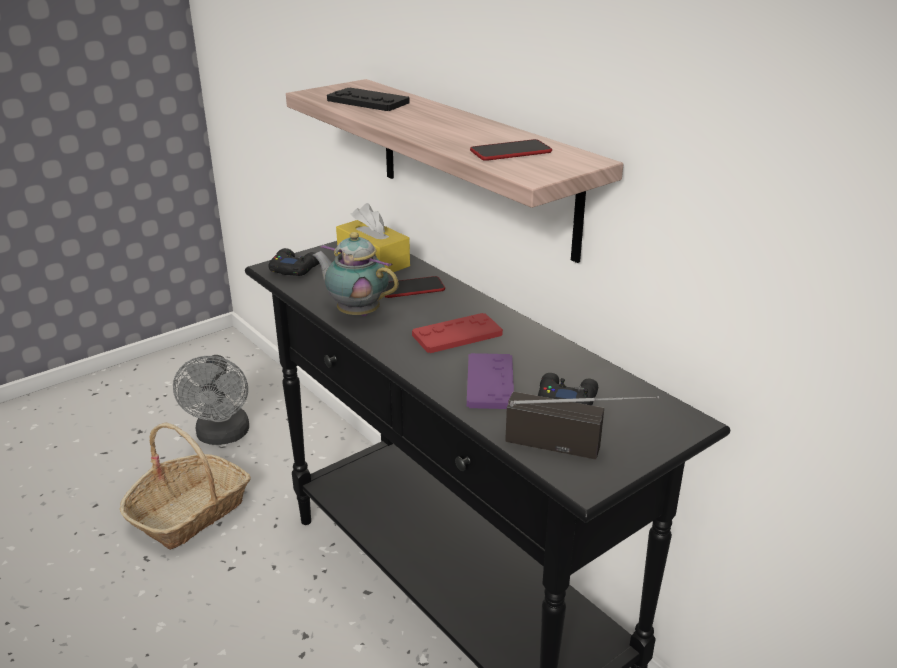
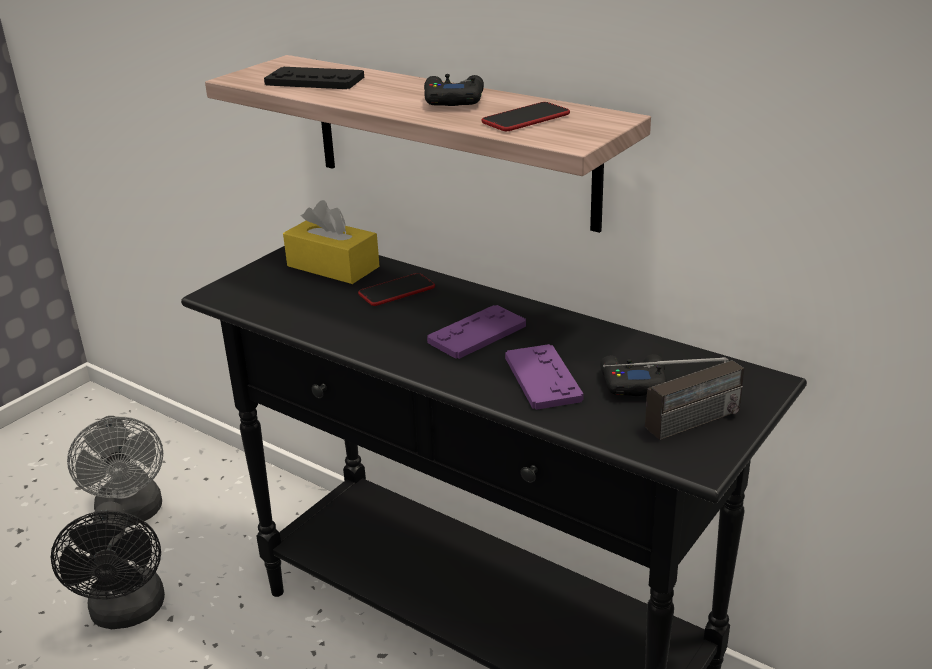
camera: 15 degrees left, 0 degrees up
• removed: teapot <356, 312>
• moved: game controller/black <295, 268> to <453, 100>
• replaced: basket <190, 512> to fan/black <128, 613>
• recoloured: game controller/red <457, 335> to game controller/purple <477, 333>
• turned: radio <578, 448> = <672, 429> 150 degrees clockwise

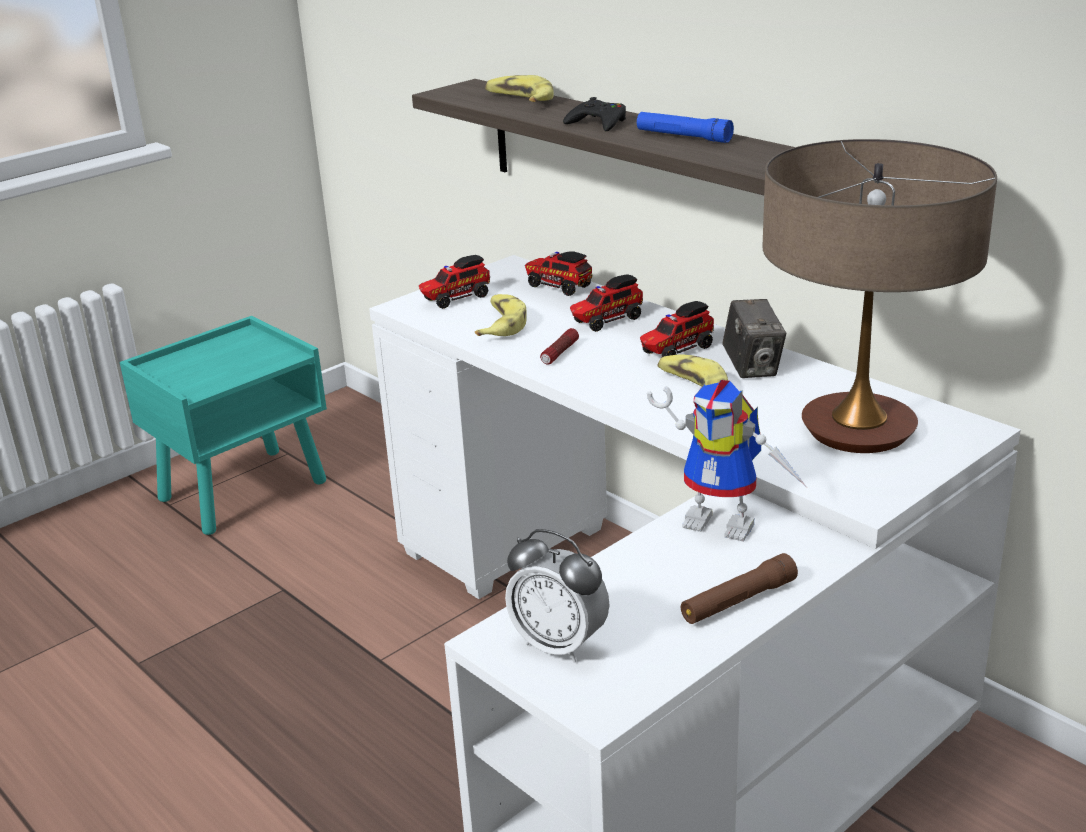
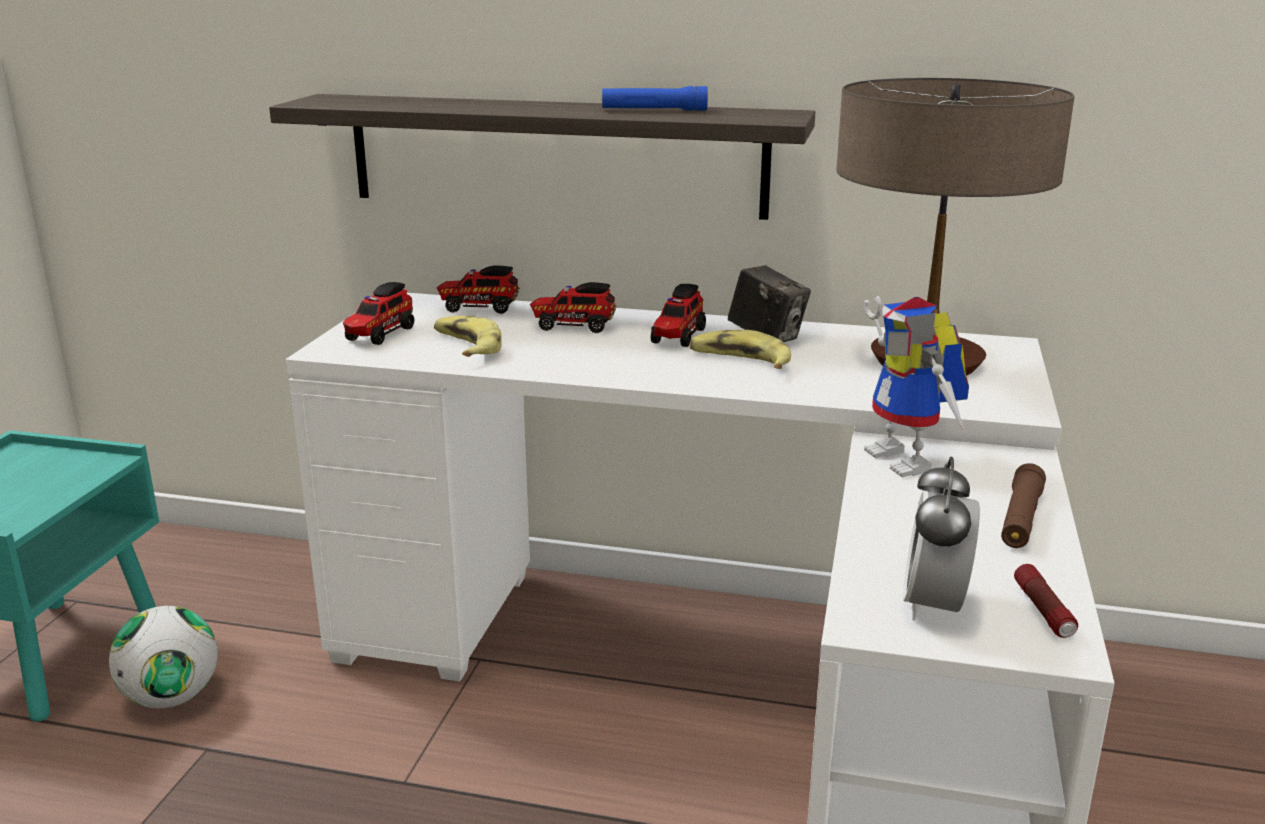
camera: 35 degrees left, 5 degrees down
• removed: banana <519, 100>
• removed: game controller/black <598, 123>
• added: football <172, 698>
• moved: flashlight <559, 353> to <1043, 611>
• turned: alarm clock <559, 644> = <933, 605> 105 degrees clockwise
• turned: toy truck <606, 321> = <572, 326> 75 degrees clockwise
• turned: toy robot <727, 521> = <911, 461> 75 degrees clockwise

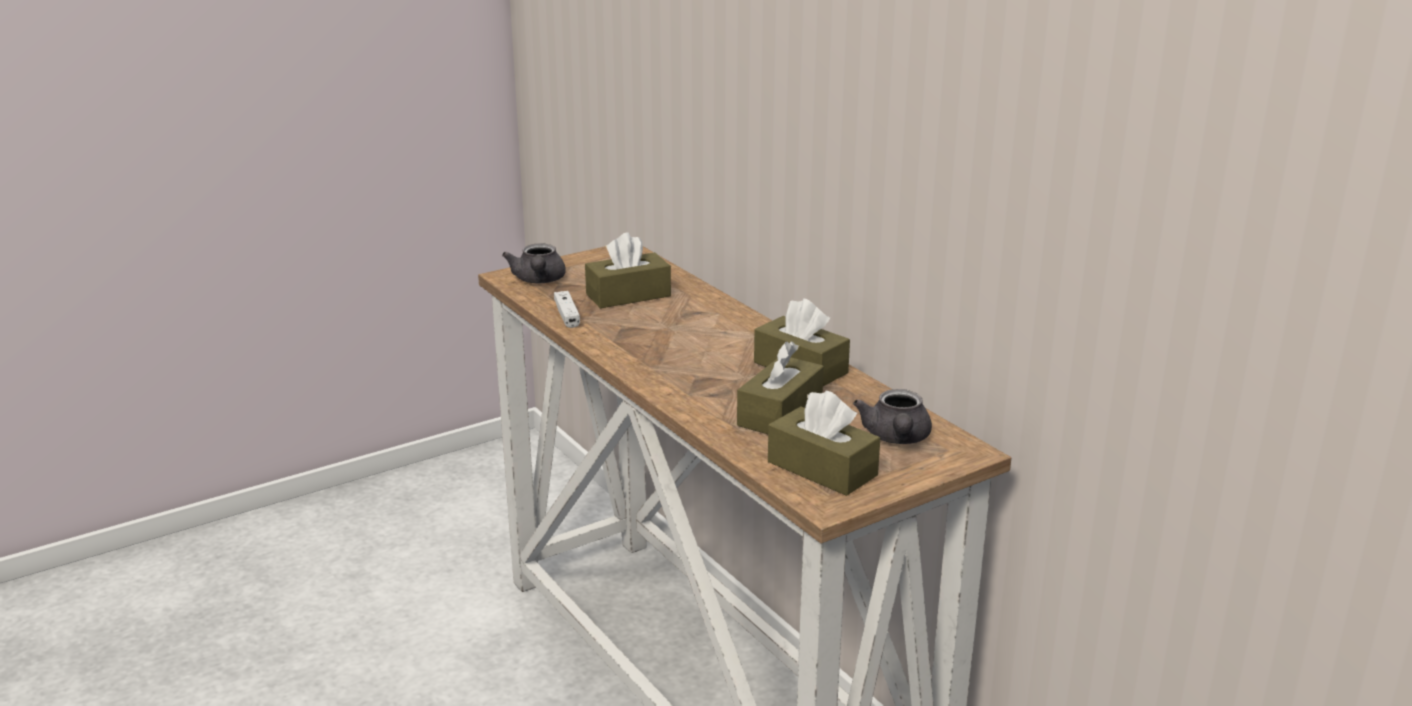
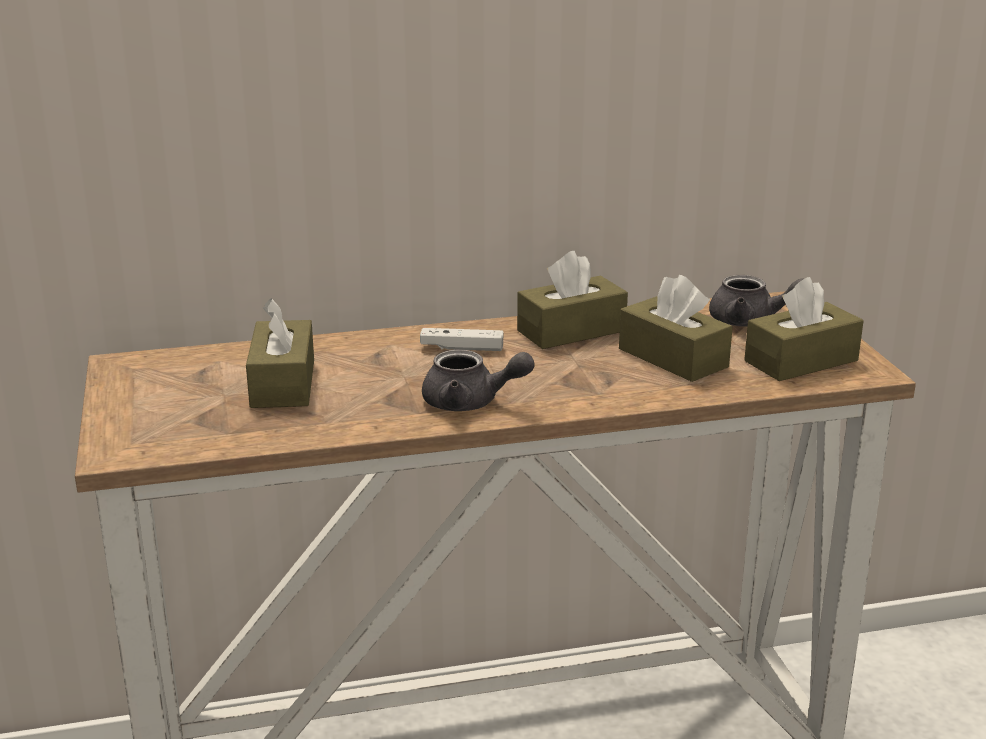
camera: 70 degrees left, 0 degrees up
• moved: teapot/grey <538, 281> to <470, 403>
• moved: game controller/white <567, 315> to <462, 348>

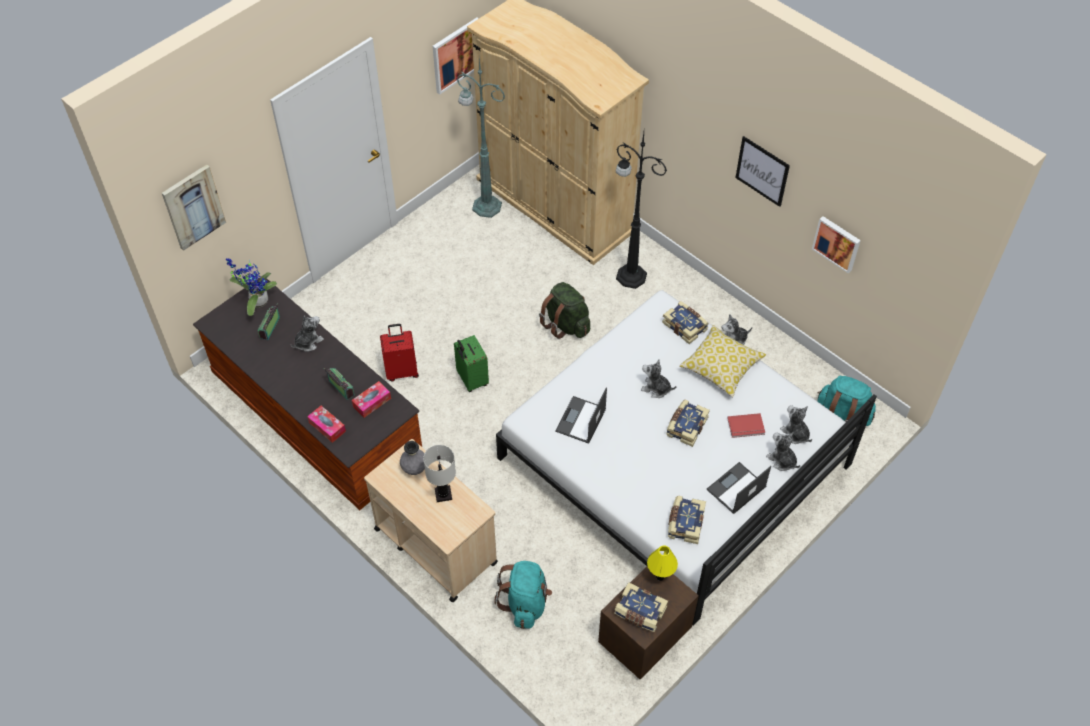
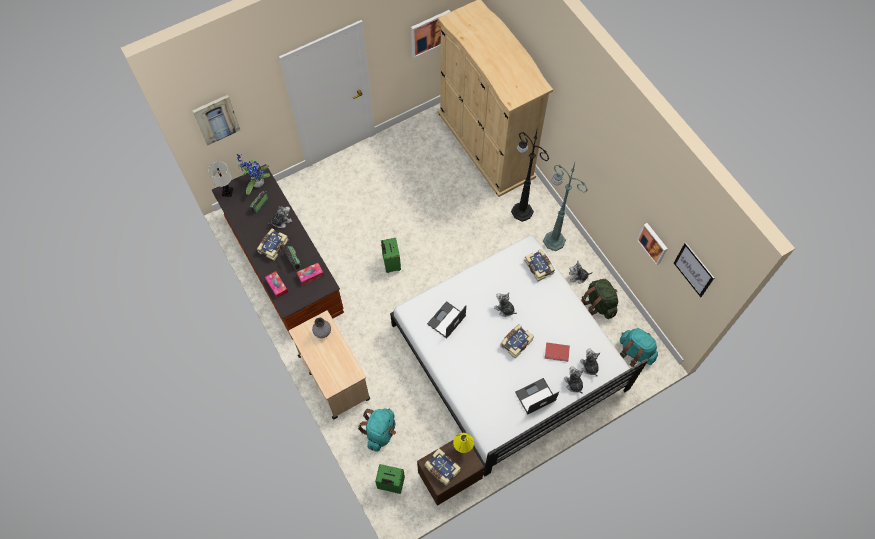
camera: 15 degrees right, 10 degrees up
• removed: suitcase/red <402, 371>
• removed: pillow <721, 367>
• added: suitcase/green <390, 484>
• moved: table lamp/white <443, 494> to <227, 192>
• moved: floor lamp/green <485, 206> to <553, 240>
• moved: backpack/green <566, 324> to <599, 304>
• moved: book <685, 523> to <273, 246>
• moved: picture <762, 171> to <693, 269>

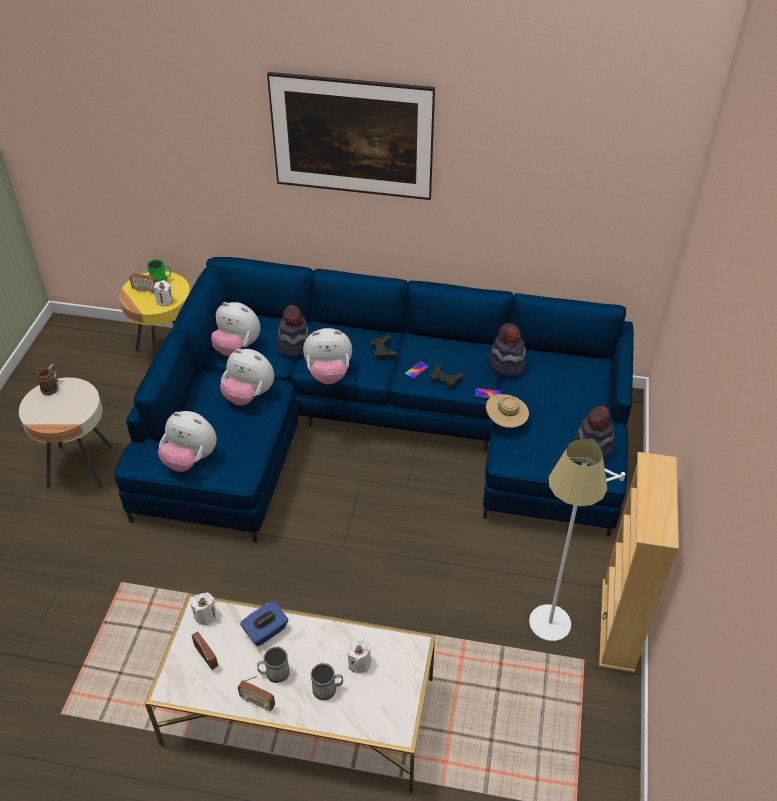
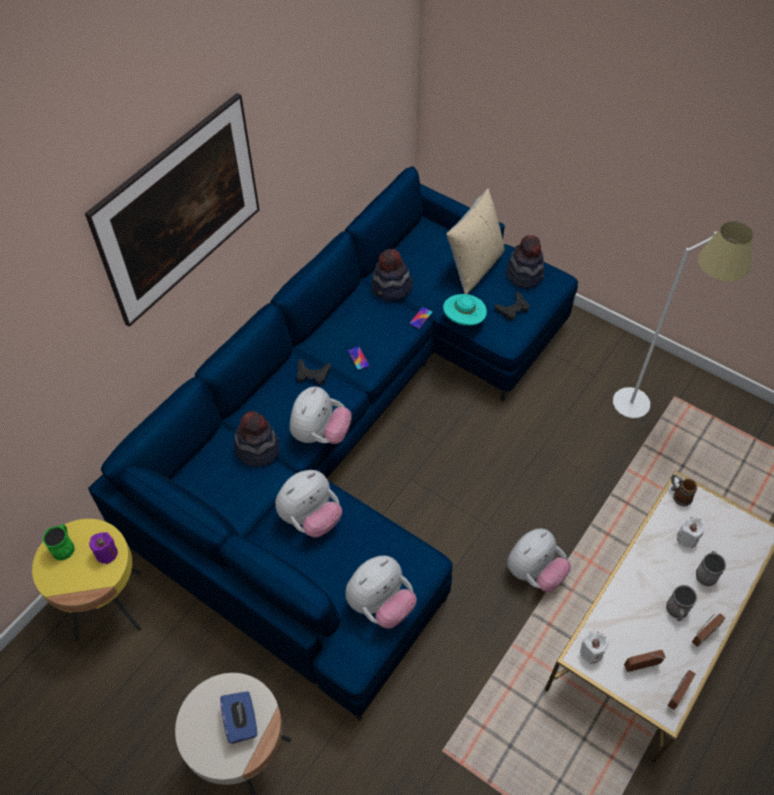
camera: 65 degrees left, 10 degrees up
• removed: bookcase/beige <618, 625>
• added: pillow/beige <474, 267>
• moved: mug <52, 387> to <678, 495>
• moved: radio <145, 290> to <677, 694>
• moved: plush toy <236, 347> to <534, 572>
• moved: tissue box/blue <266, 631> to <241, 722>
• moved: game controller/black <445, 379> to <513, 309>
• recoloured: candle/white <164, 301> to candle/purple <106, 553>
• recoloured: hat/beige <506, 422> to hat/turquoise <464, 320>

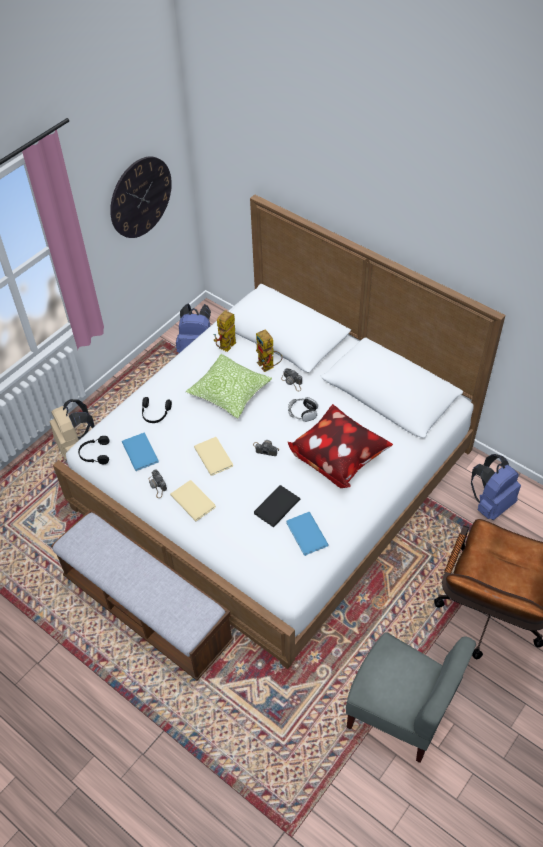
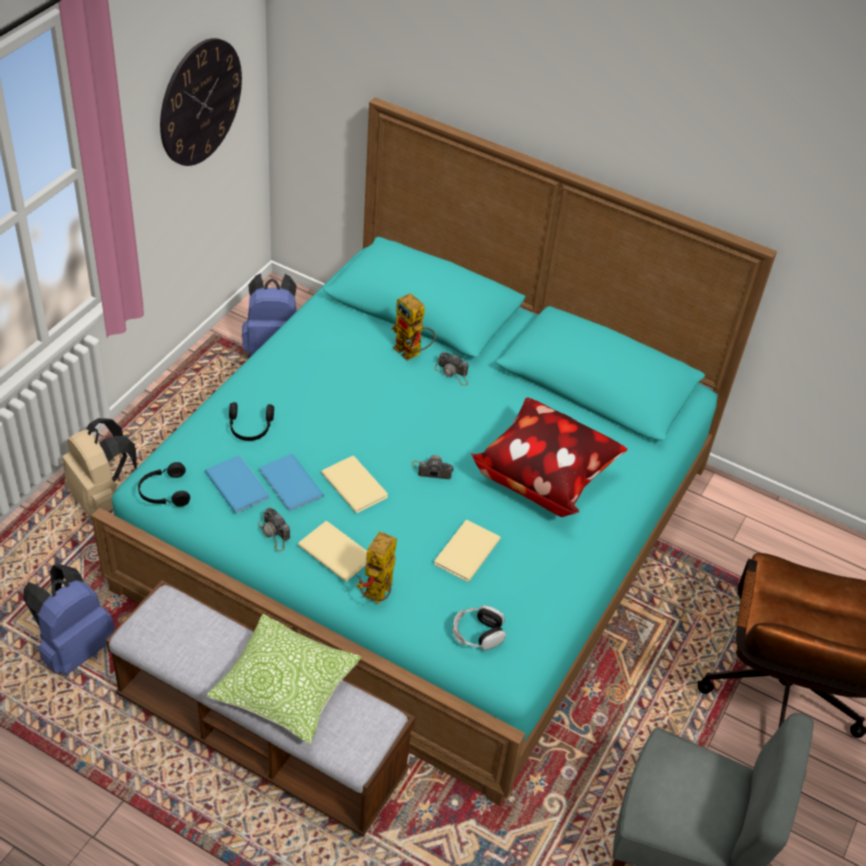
camera: 15 degrees left, 5 degrees down
• moved: pillow <229, 392> to <285, 688>
• moved: toy robot <226, 348> to <377, 597>
• moved: book/blue <306, 535> to <290, 485>
• moved: headphones <302, 413> to <478, 633>
• moved: backpack/blue <491, 504> to <74, 647>
• recoloured: bed/white <274, 477> to bed/turquoise <423, 524>
• recoloured: book/black <275, 506> to book/beige <464, 552>

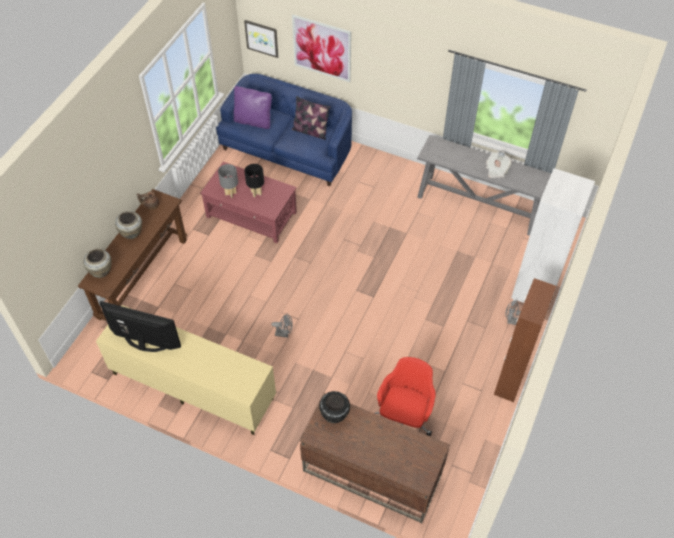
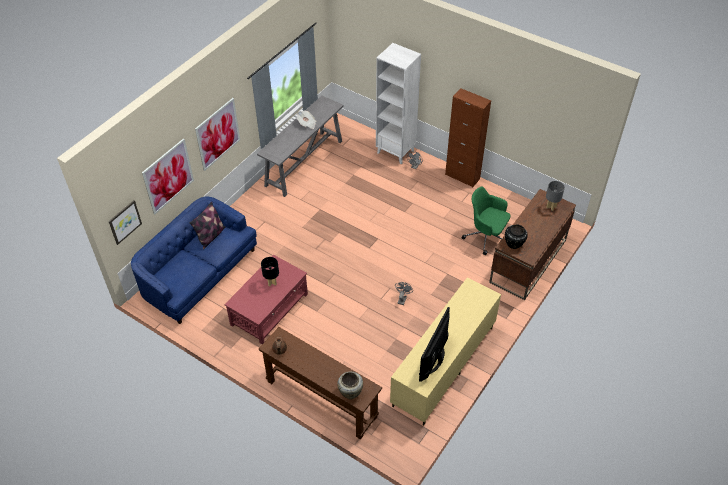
camera: 80 degrees left, 5 degrees down
• removed: vase/beige <132, 233>
• removed: pillow/purple <253, 121>
• added: picture <218, 134>
• moved: table lamp/grey <231, 193> to <551, 207>
• recoloured: office chair/red <404, 417> to office chair/green <486, 237>

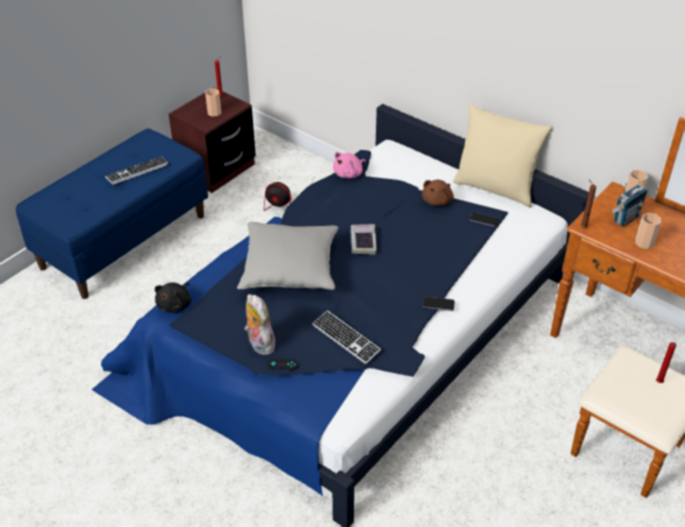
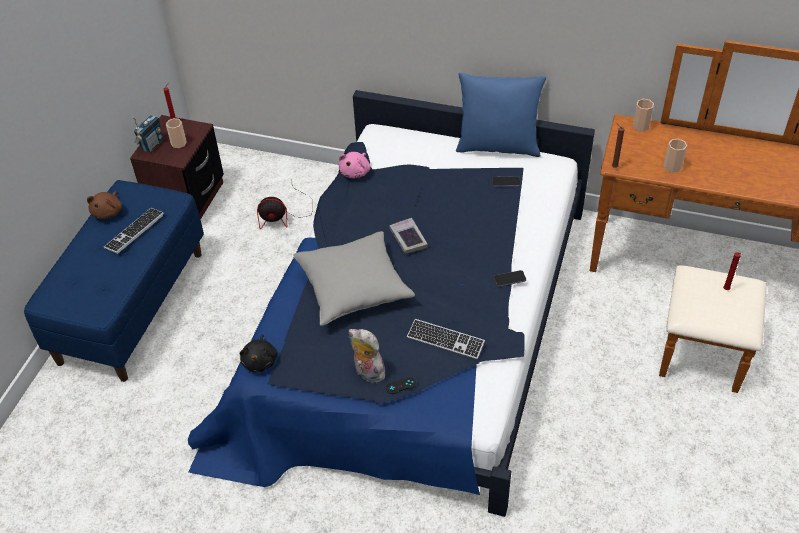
camera: 20 degrees left, 5 degrees up
• moved: plush toy/brown <438, 201> to <108, 212>
• moved: radio <625, 219> to <151, 145>
• recoloured: pillow/beige <495, 188> to pillow/blue <498, 146>

